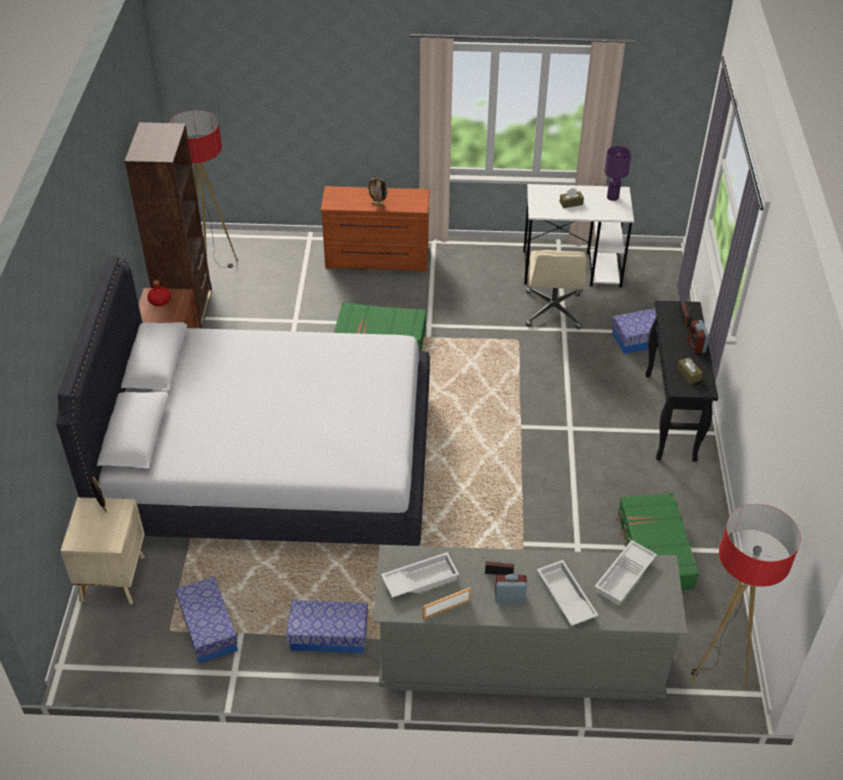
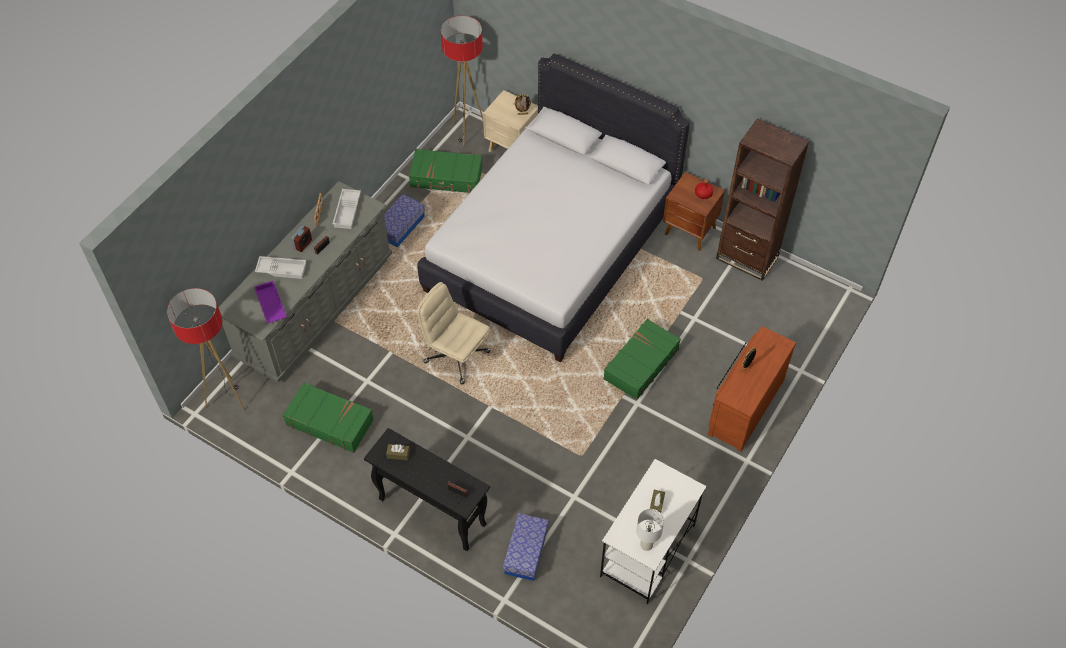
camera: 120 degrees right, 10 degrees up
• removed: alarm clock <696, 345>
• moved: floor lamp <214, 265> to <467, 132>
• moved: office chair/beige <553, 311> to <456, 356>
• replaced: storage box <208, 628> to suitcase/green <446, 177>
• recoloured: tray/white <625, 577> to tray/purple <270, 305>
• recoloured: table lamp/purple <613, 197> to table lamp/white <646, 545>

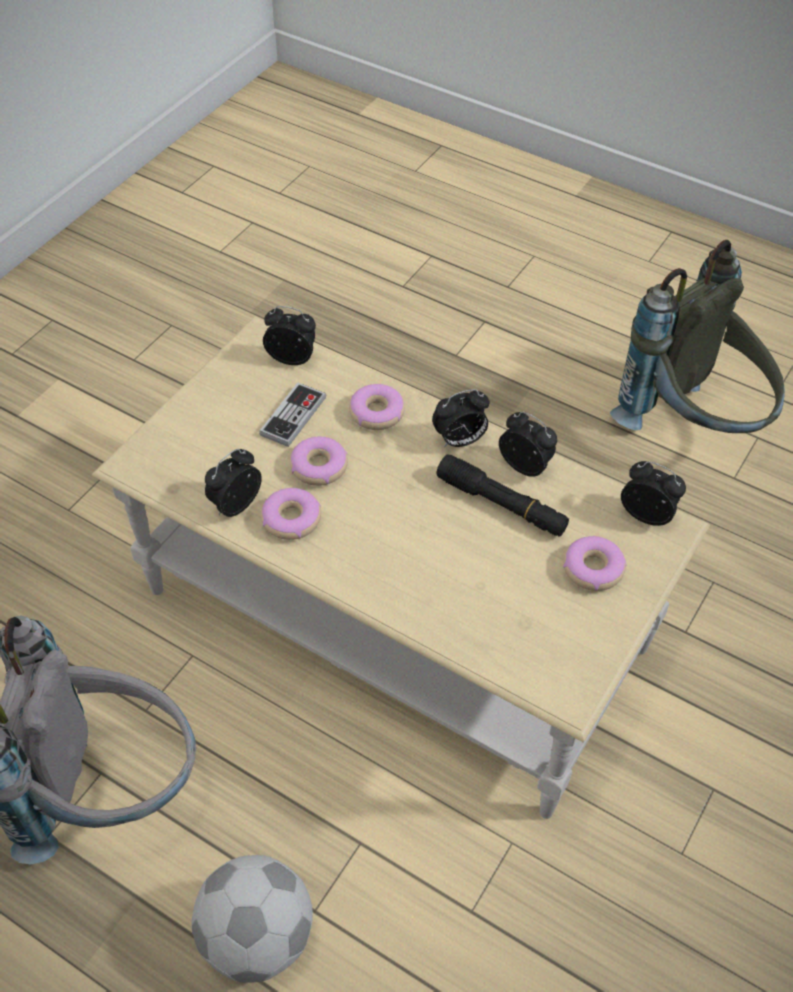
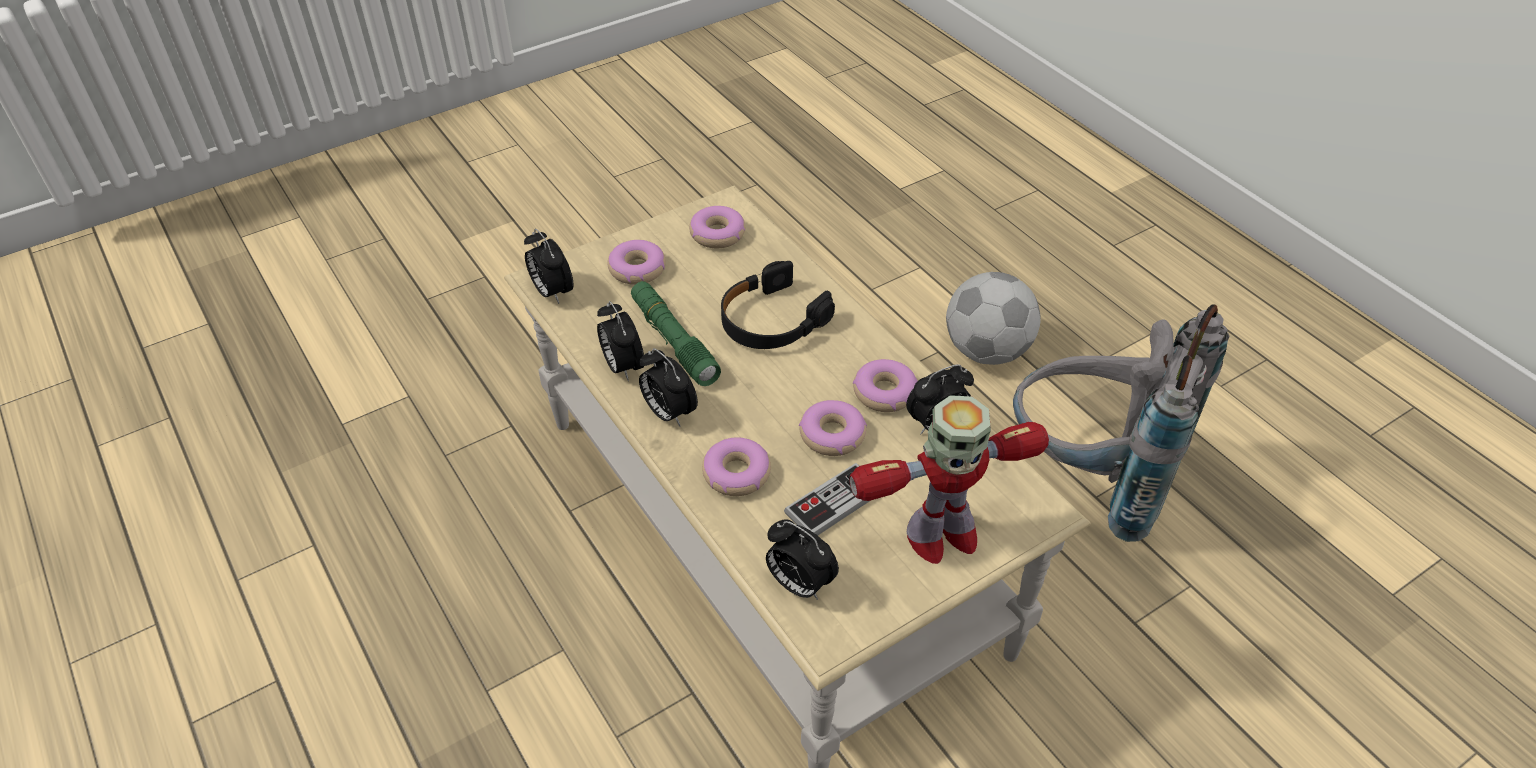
camera: 155 degrees left, 5 degrees down
• removed: backpack/grey <693, 426>
• added: donut <717, 234>
• added: headphones/black <771, 320>
• added: toy robot <940, 536>
• recoloured: flashlight/black <501, 504> to flashlight/green <673, 341>
• turned: alarm clock <459, 441> = <668, 413> 135 degrees counterclockwise

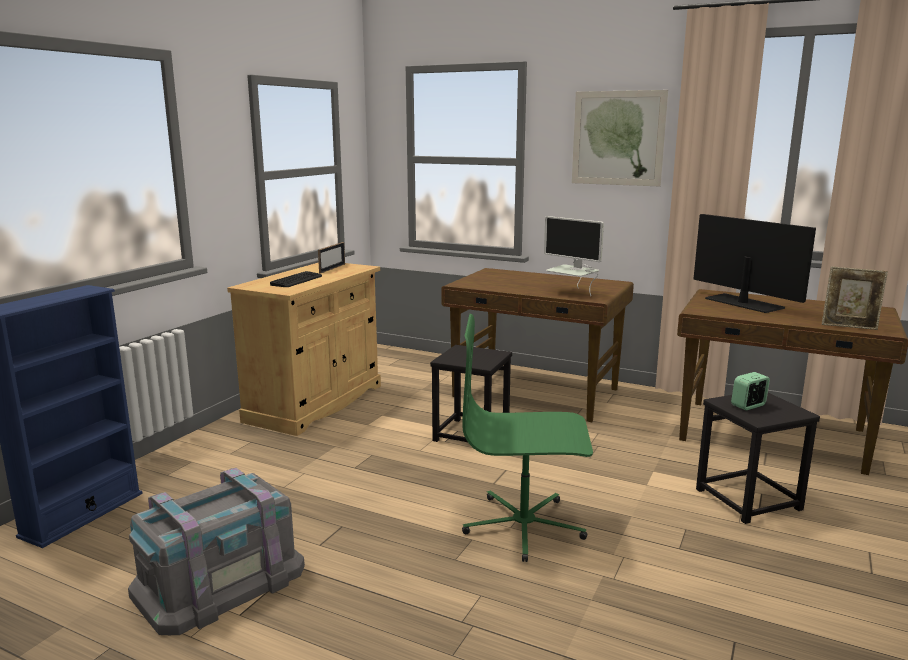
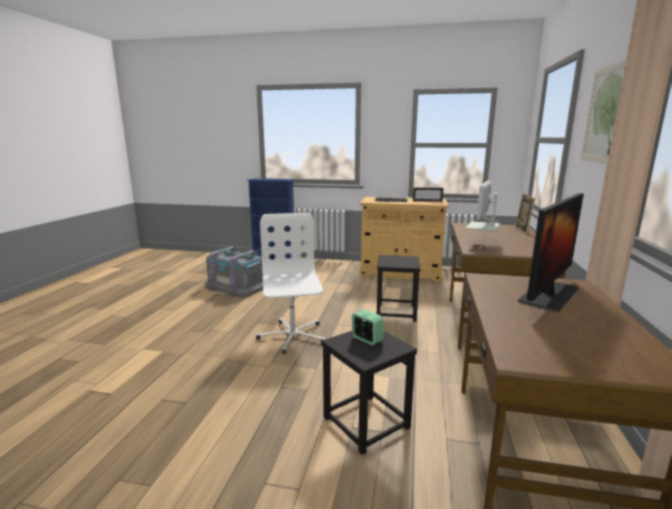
camera: 75 degrees right, 0 degrees up
• moved: picture frame <849, 327> to <522, 230>
• recoloured: office chair/green <524, 526> to office chair/white <292, 336>

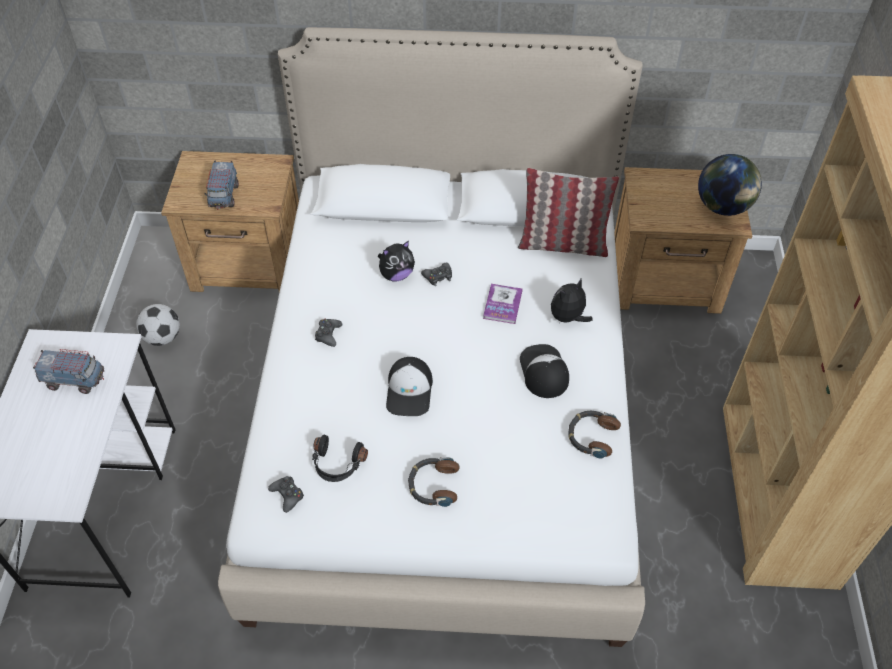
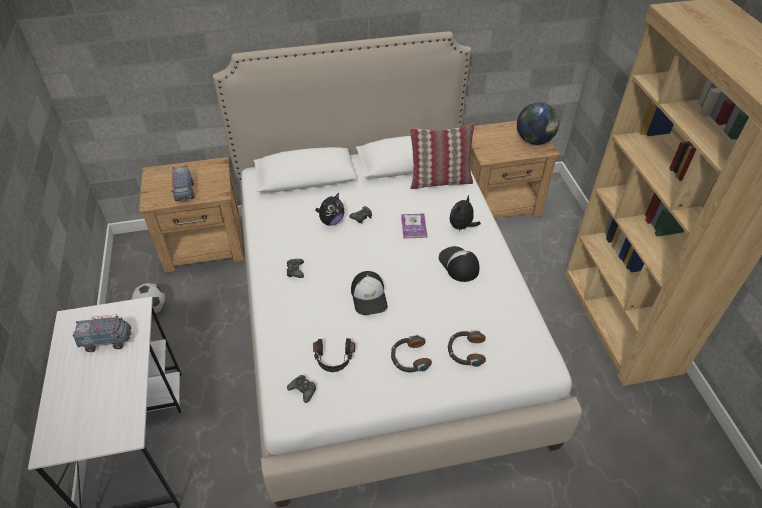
camera: 15 degrees left, 5 degrees down
• moved: headphones <591, 436> to <466, 351>

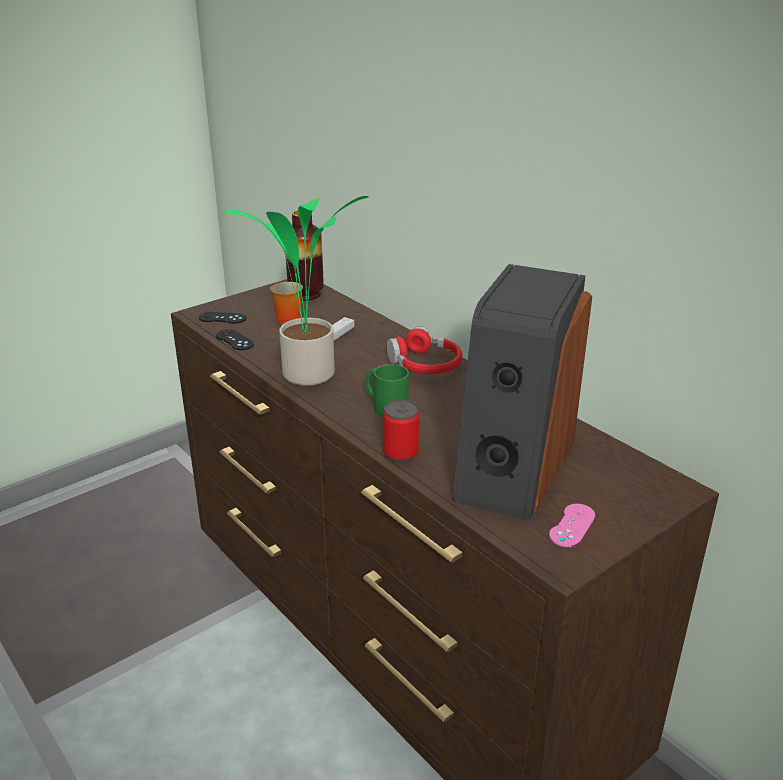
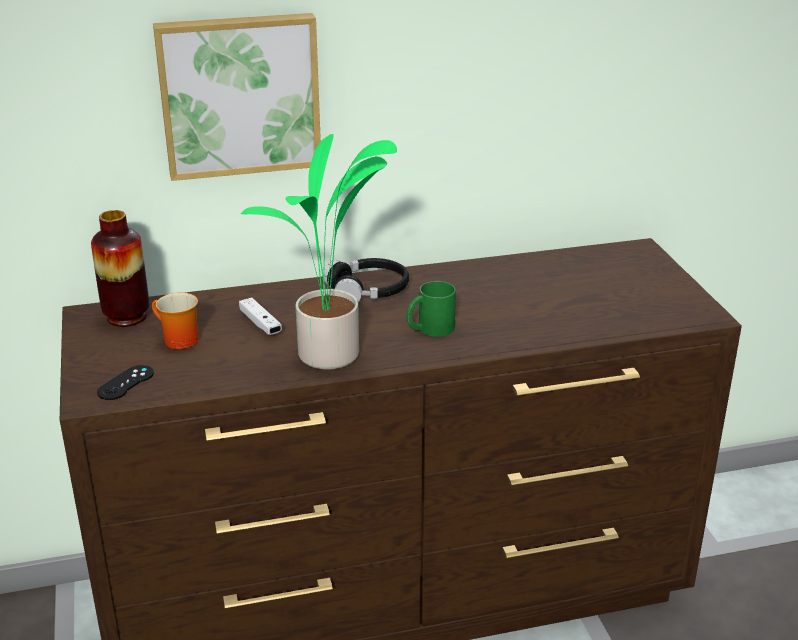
camera: 65 degrees left, 0 degrees up
• removed: game controller/black <234, 340>
• removed: can <401, 453>
• removed: speaker <513, 467>
• removed: game controller/pink <572, 525>
• added: picture <239, 95>
• recoloured: headphones/red <425, 365> to headphones/black <368, 291>

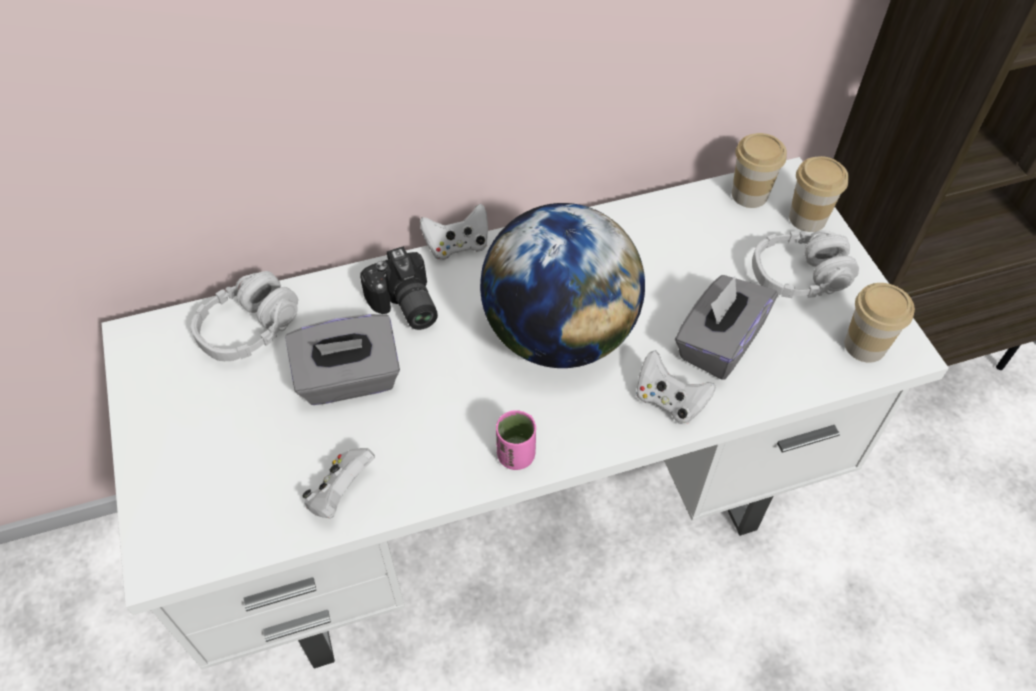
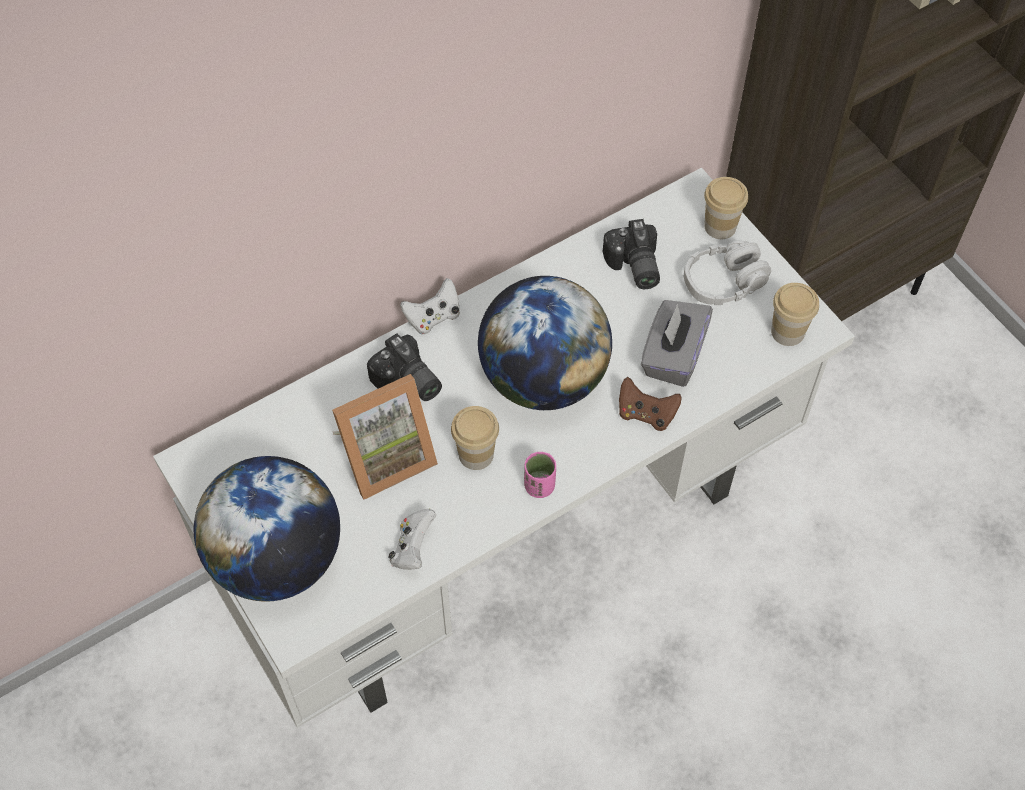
camera: 15 degrees left, 5 degrees up
• removed: headphones/grey <249, 328>
• added: globe <277, 558>
• added: photo camera <633, 267>
• moved: cup <749, 194> to <476, 454>
• replaced: tissue box/grey <349, 380> to picture frame <385, 456>
• recoloured: game controller/white <669, 401> to game controller/brown <646, 414>

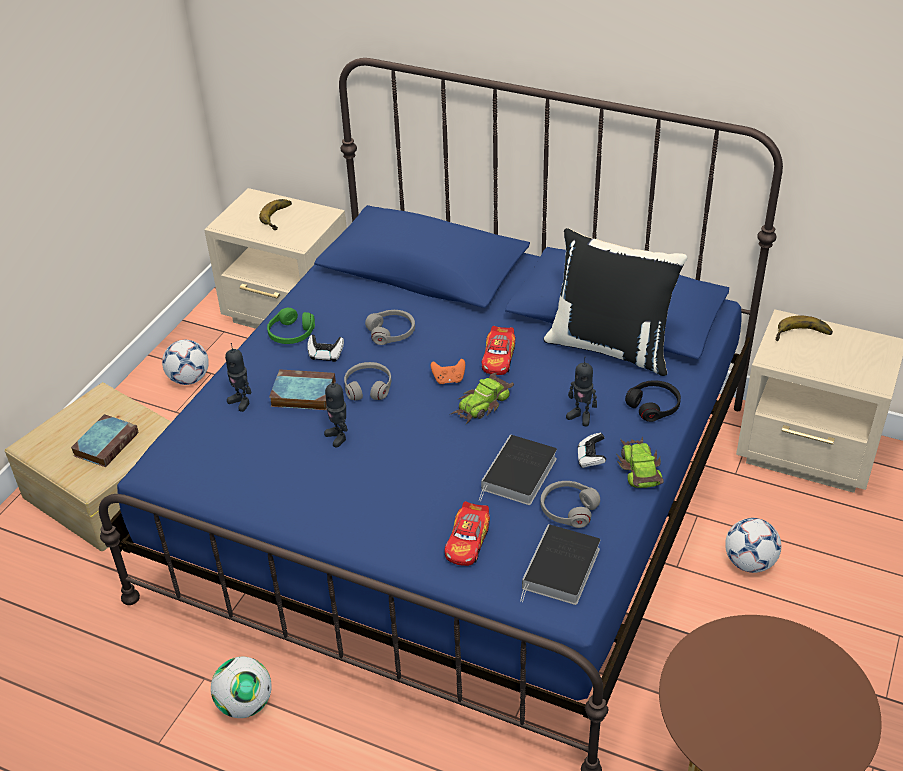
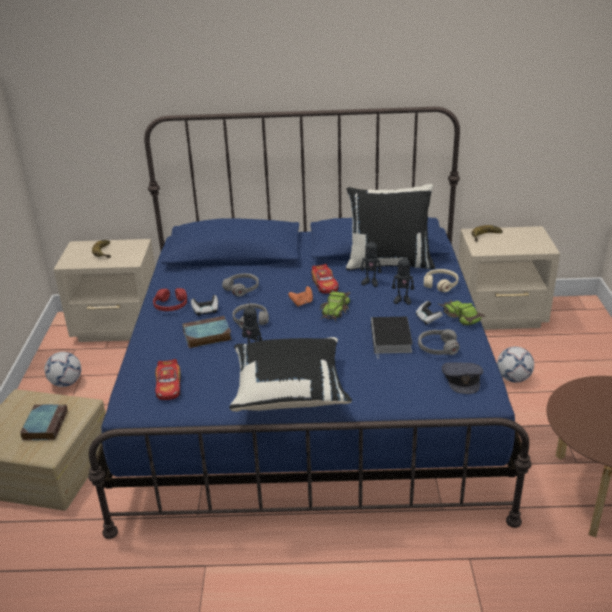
camera: 25 degrees left, 10 degrees down
• removed: football <245, 704>
• added: pillow/black <289, 391>
• moved: toy robot <241, 402> to <370, 282>
• moved: toy car <467, 542> to <168, 386>
• replaced: book <561, 570> to cap/grey <462, 380>
• recoloured: headphones/green <291, 333> to headphones/red <171, 305>
• recoloured: headphones/black <653, 406> to headphones/beige <440, 284>

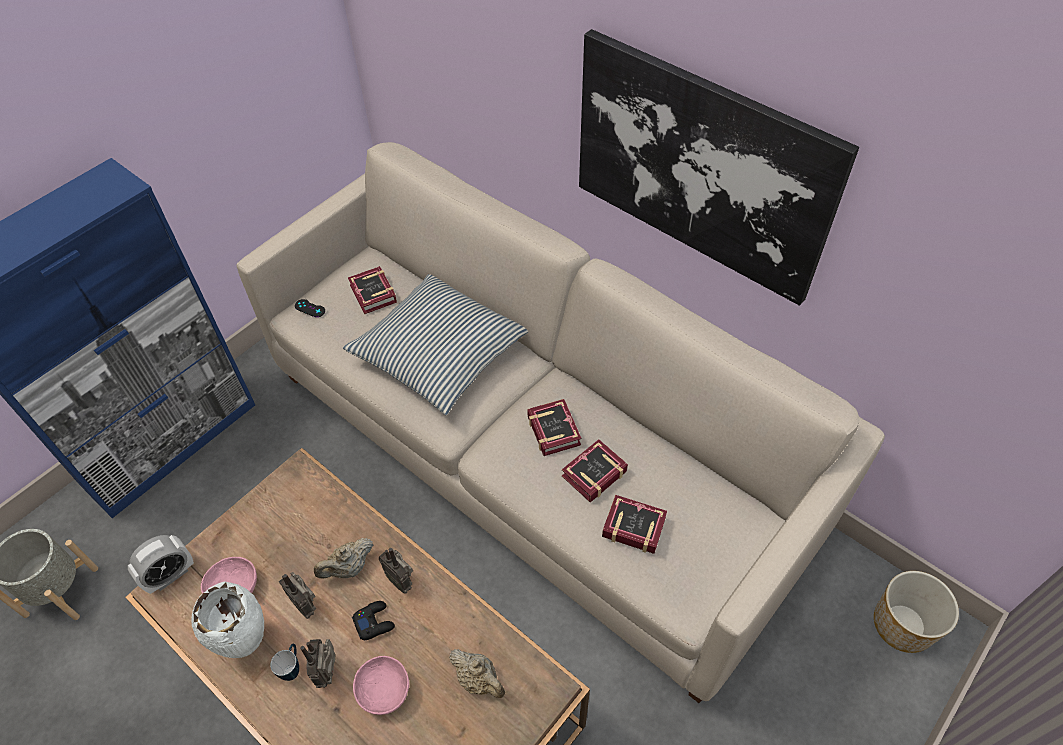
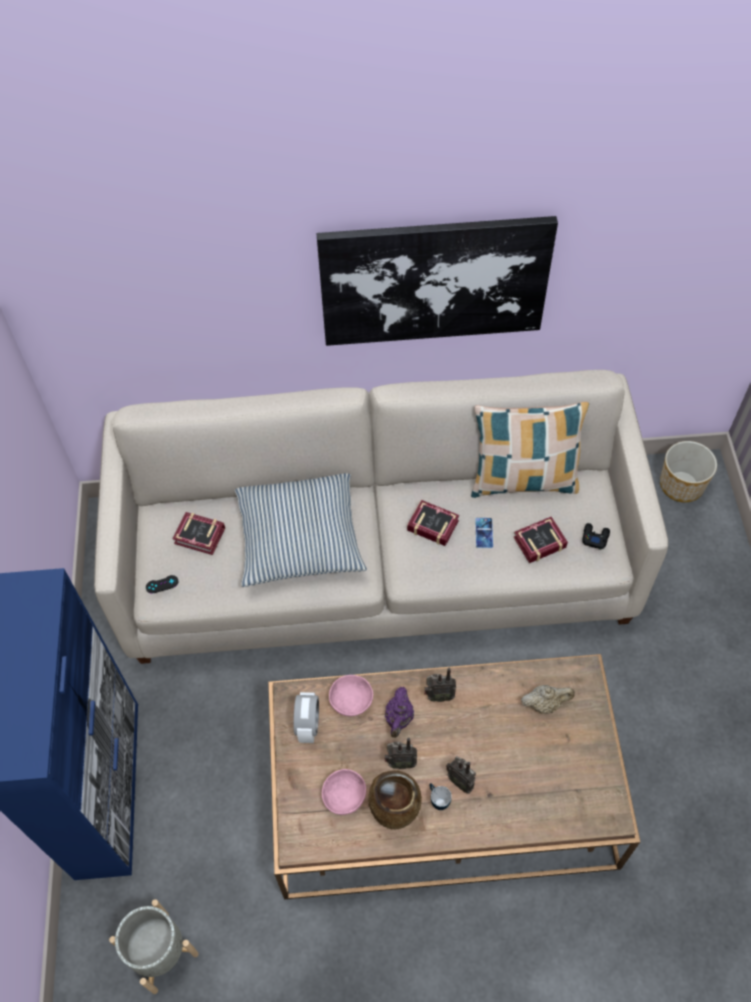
camera: 45 degrees left, 5 degrees up
• added: pillow <523, 480>
• moved: alarm clock <170, 575> to <308, 725>
• moved: game controller/black <374, 622> to <594, 537>
• moved: bowl/pink <383, 692> to <351, 702>
• replaced: book <591, 474> to phone <484, 533>
• recoloured: vase/white <249, 644> to vase/brown <395, 815>
• recoloured: teapot/beige <348, 568> to teapot/purple <399, 718>

